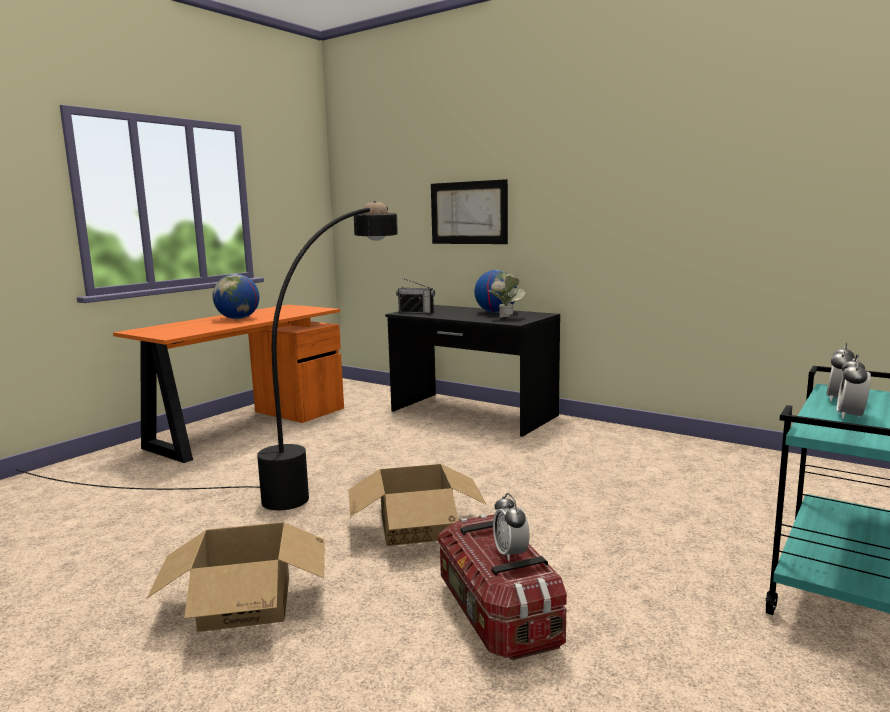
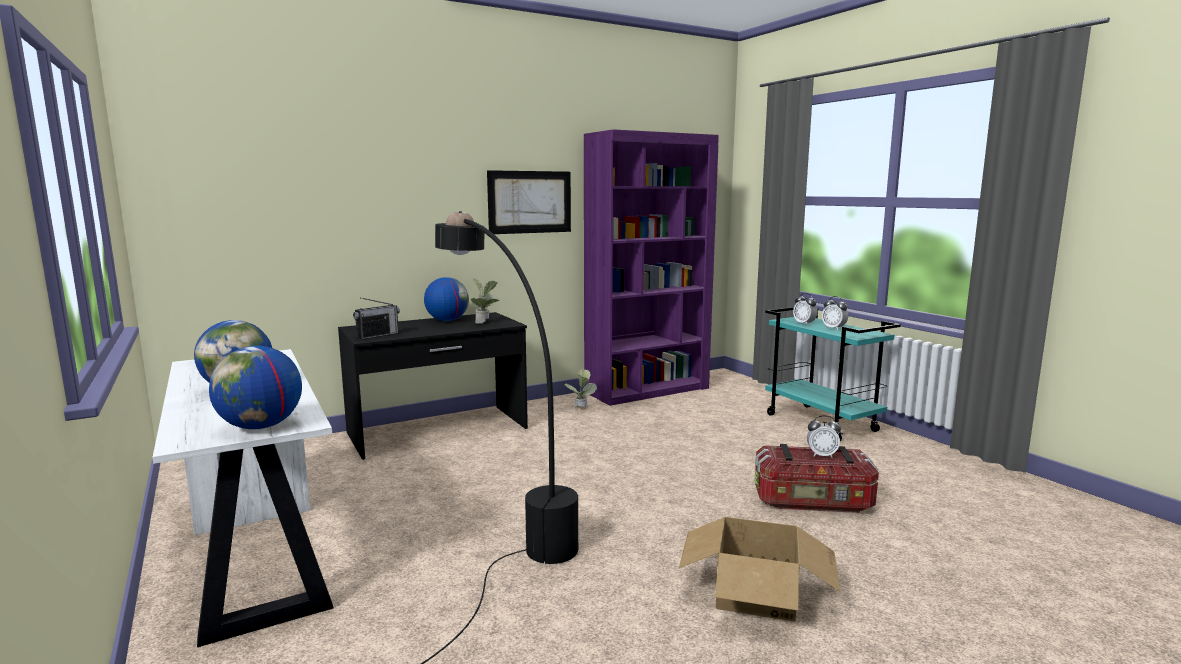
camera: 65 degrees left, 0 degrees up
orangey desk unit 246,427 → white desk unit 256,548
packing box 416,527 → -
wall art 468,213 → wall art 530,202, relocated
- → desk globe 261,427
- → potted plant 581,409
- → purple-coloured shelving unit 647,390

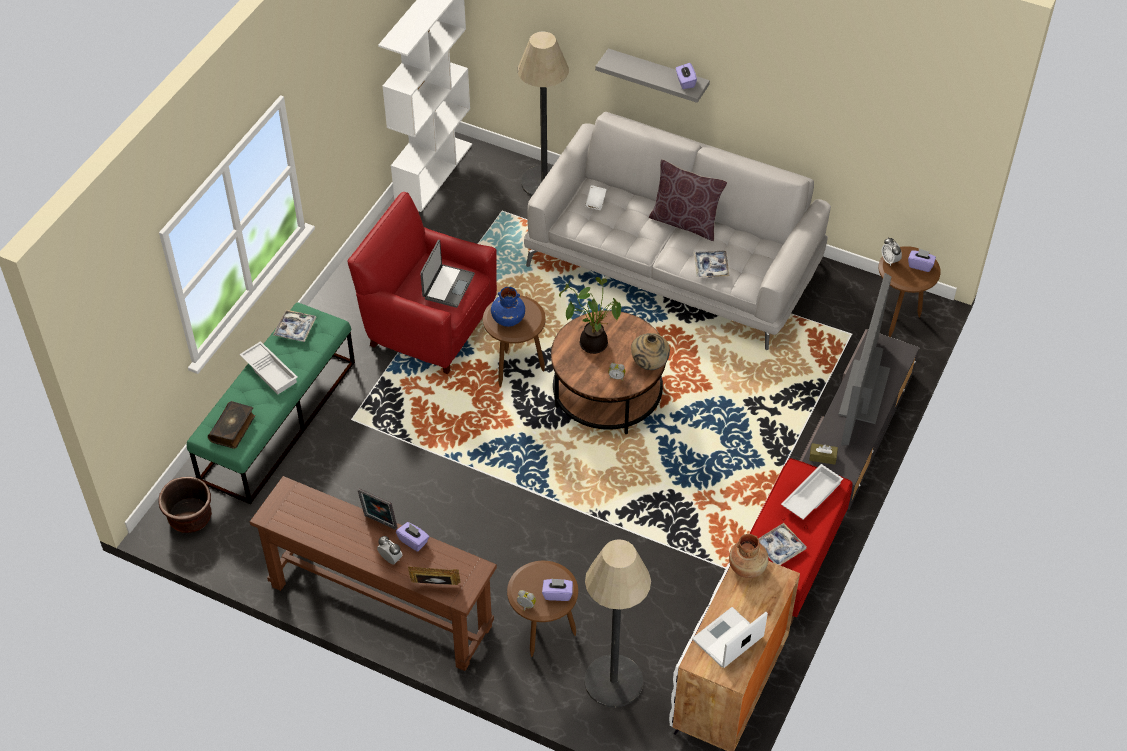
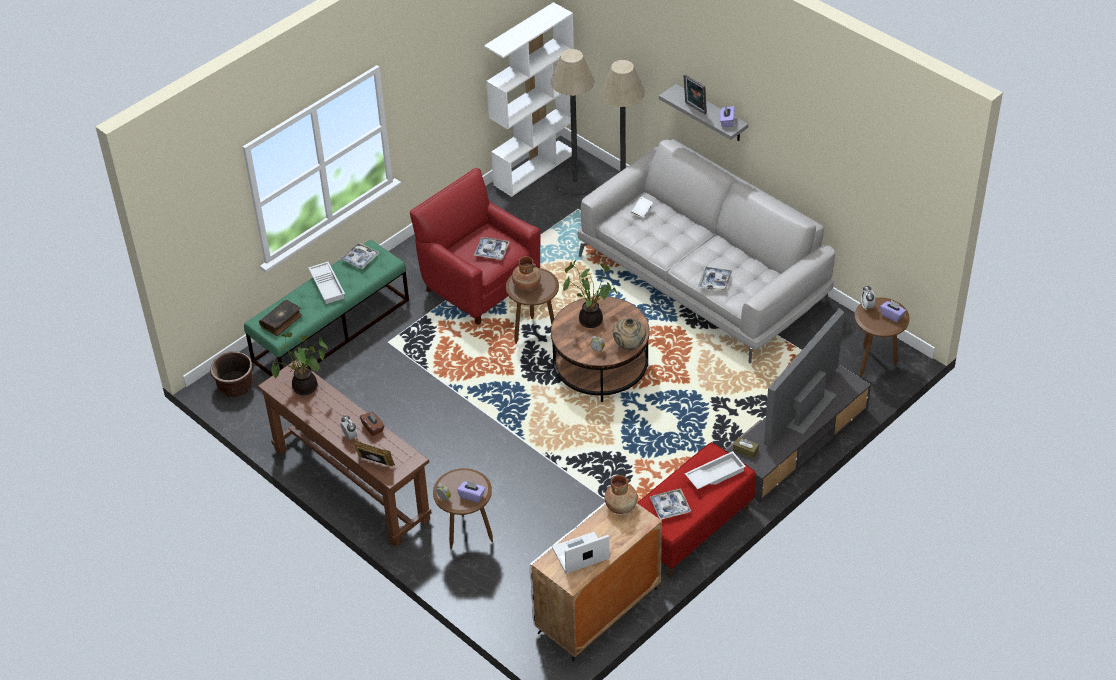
camera: 20 degrees right, 5 degrees down
photo frame 379,523 → photo frame 694,109, relocated
purple-coloured tissue holder 413,541 → brown tissue holder 373,428
laptop 447,286 → carrying tray 492,251
blue-coloured flower vase 508,319 → brown flower vase 526,285
standing lamp 613,681 → standing lamp 575,182, relocated
brown pillow 685,222 → -
- → potted plant 304,389

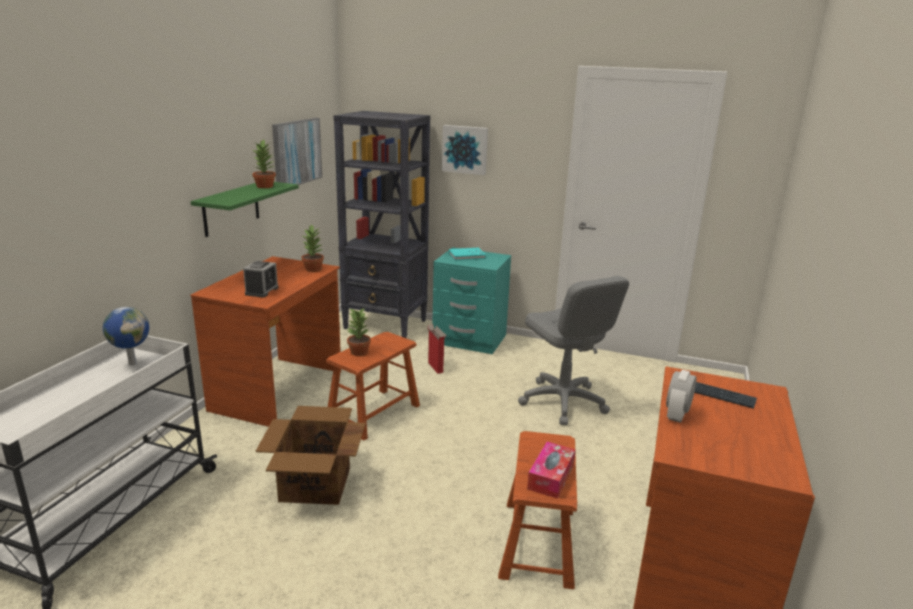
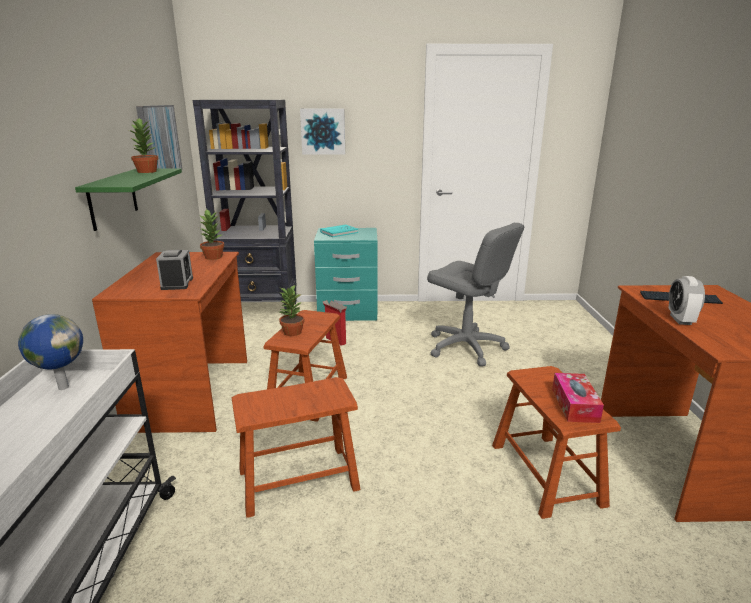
camera: 20 degrees left, 0 degrees up
packing box 314,485 → brown stool seat 298,479

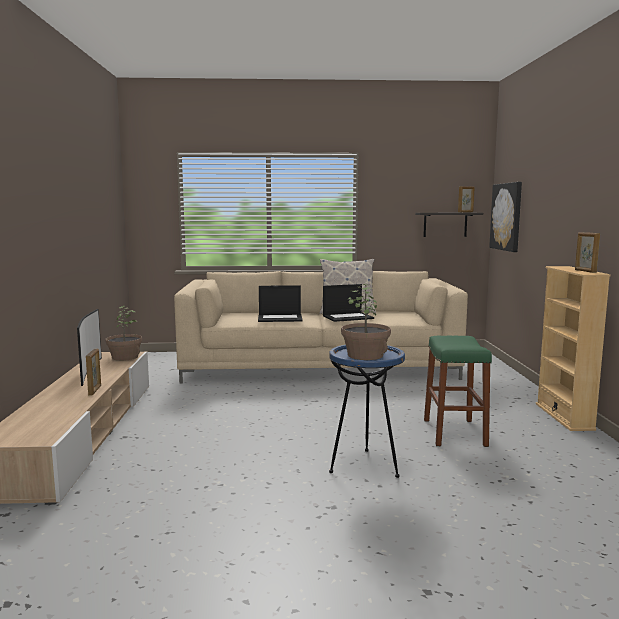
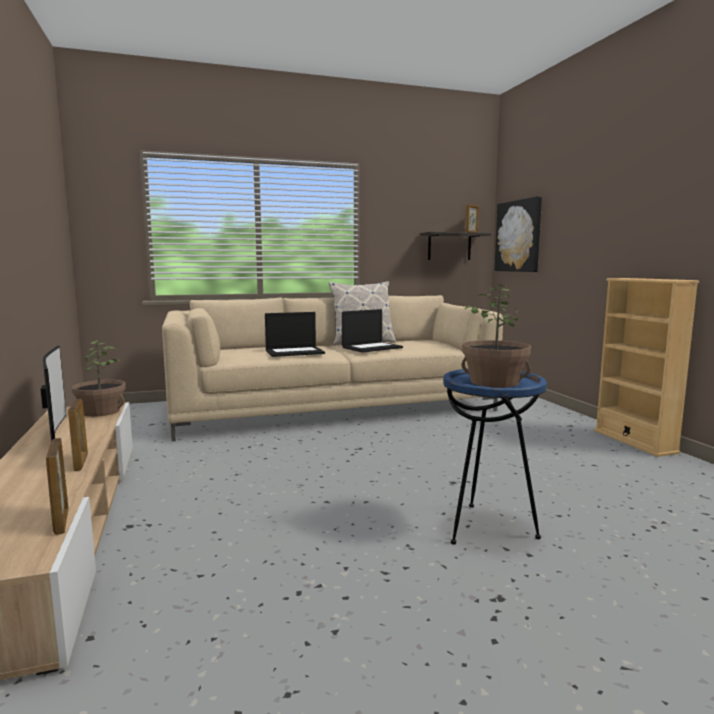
camera: 15 degrees left, 0 degrees up
green stool seat 454,432 → -
photo frame 585,271 → photo frame 61,521, relocated

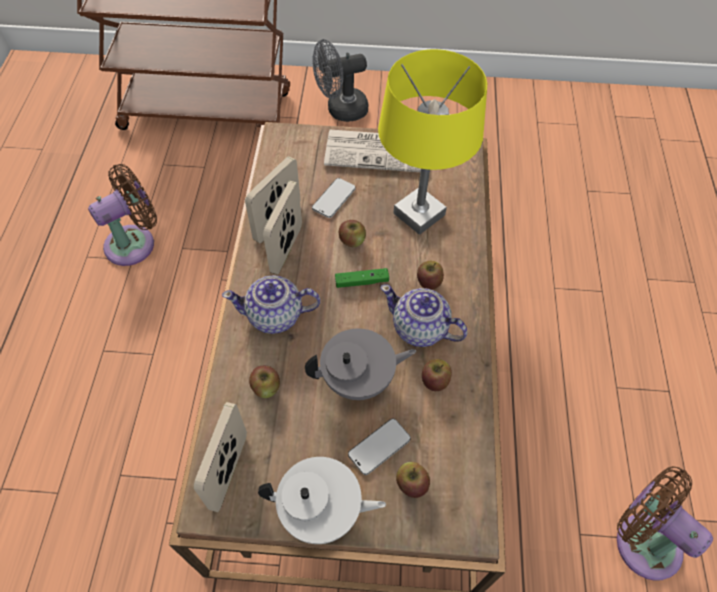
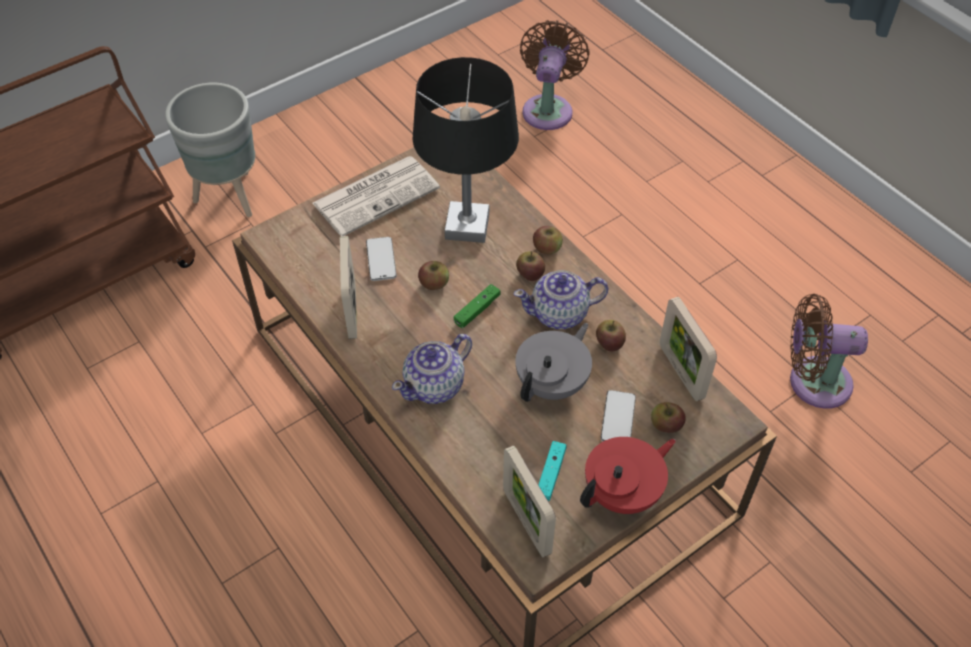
camera: 40 degrees left, 5 degrees down
brown cooling fan 135,243 → brown cooling fan 548,108, relocated
apple 266,387 → apple 547,248, relocated
white tea pot 321,511 → red-coloured tea pot 623,493
photo frame 286,249 → photo frame 681,372, relocated
grey cooling fan 341,110 → grey flower pot 231,196
yellowish lamp for a table 419,214 → blackish lamp for a table 467,226
- → turquoise gamepad 550,474

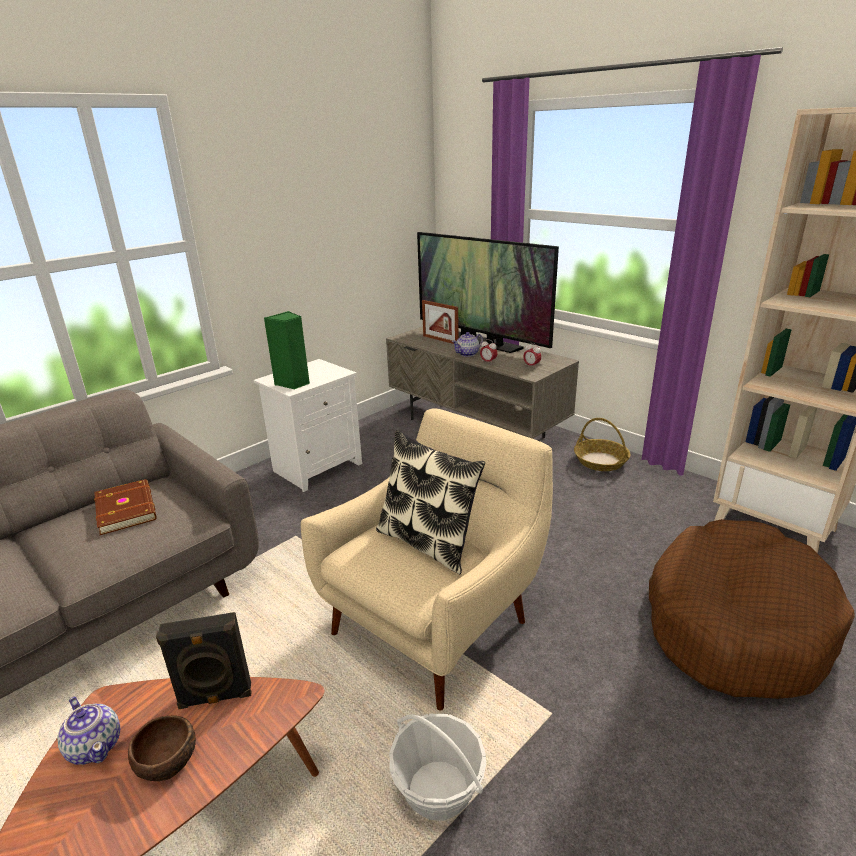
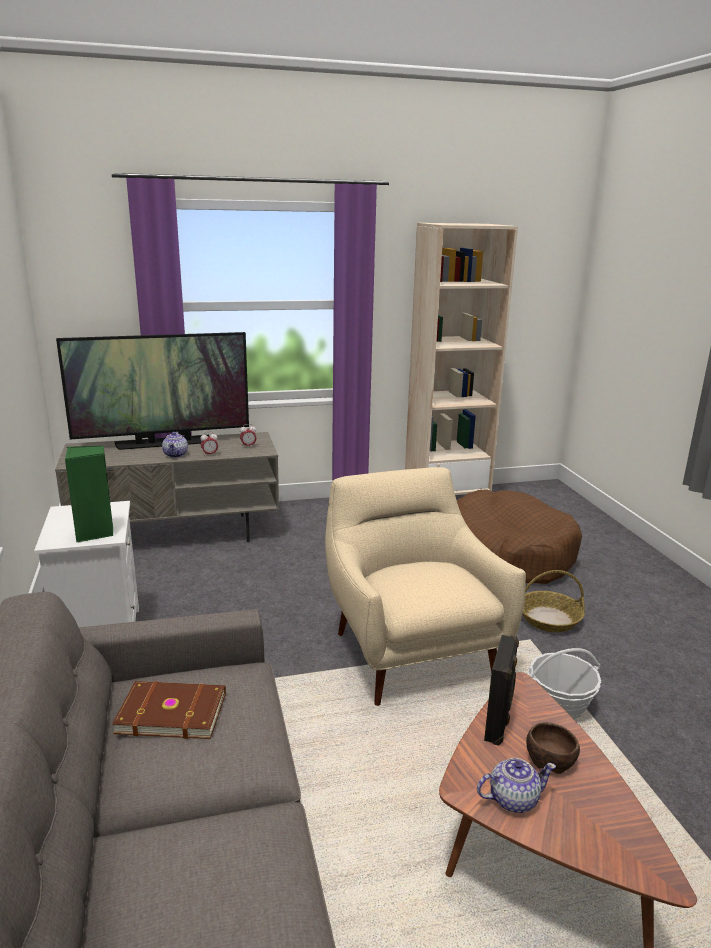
camera: 60 degrees left, 5 degrees down
pillow 428,542 → -
photo frame 440,340 → -
household basket 600,461 → household basket 548,619, relocated

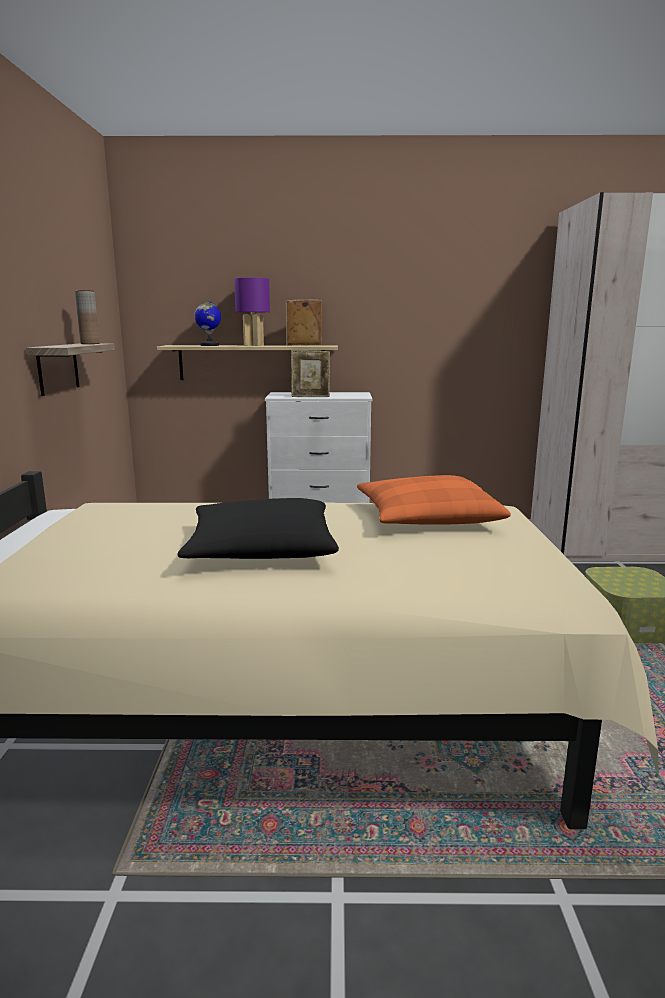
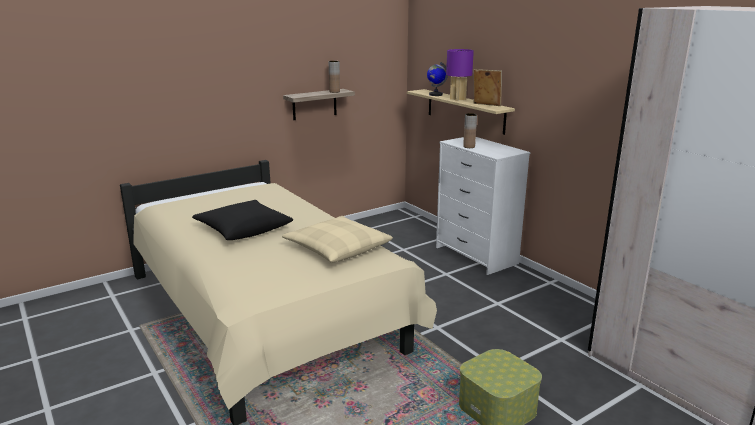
camera: 55 degrees right, 5 degrees up
photo frame 310,396 → brown flower vase 469,147
orangey pillow 426,517 → sand-coloured pillow 337,248

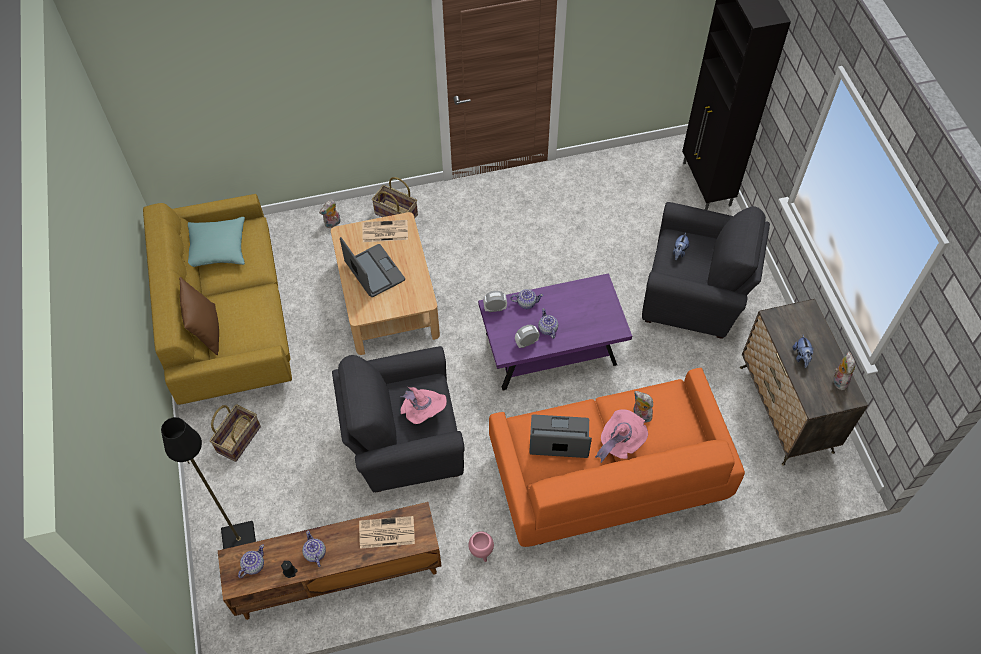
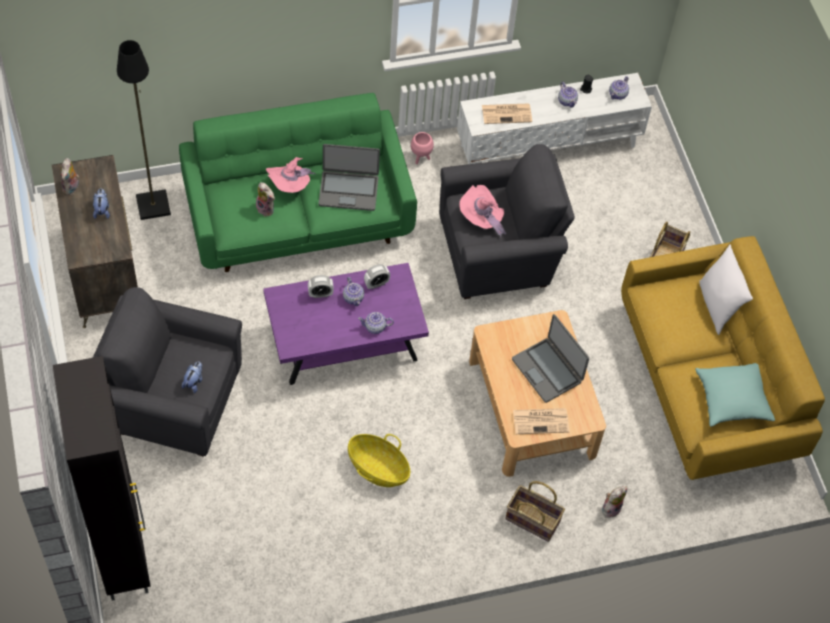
camera: 175 degrees right, 0 degrees up
blackish standing lamp 238,540 → blackish standing lamp 153,205, relocated
brown pillow 207,331 → white pillow 717,306
brown media console 337,576 → white media console 548,145
alarm clock 495,308 → alarm clock 320,294, relocated
orangey couch 607,476 → green couch 298,217
- → household basket 378,468

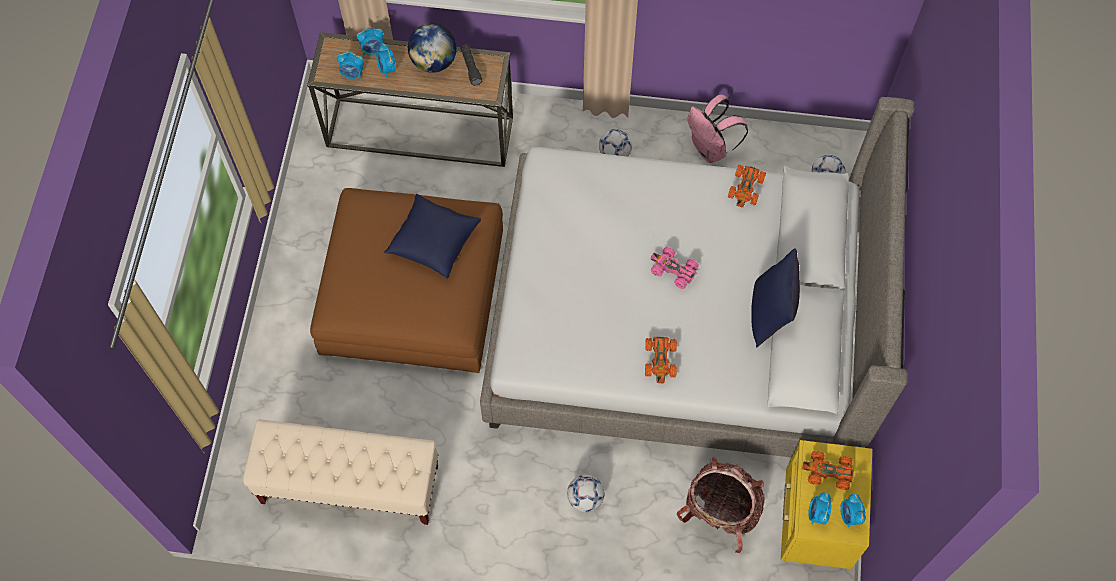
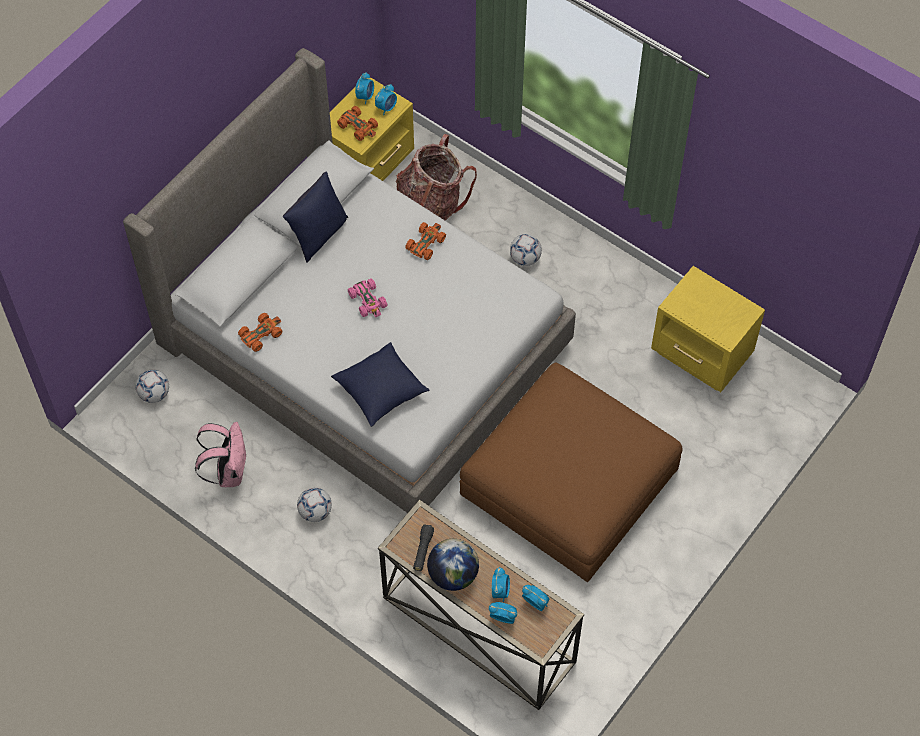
camera: 150 degrees left, 5 degrees down
sand-coloured long seat 349,484 → yellowish nightstand 701,356
blue-coloured pillow 433,242 → blue-coloured pillow 381,391, relocated

